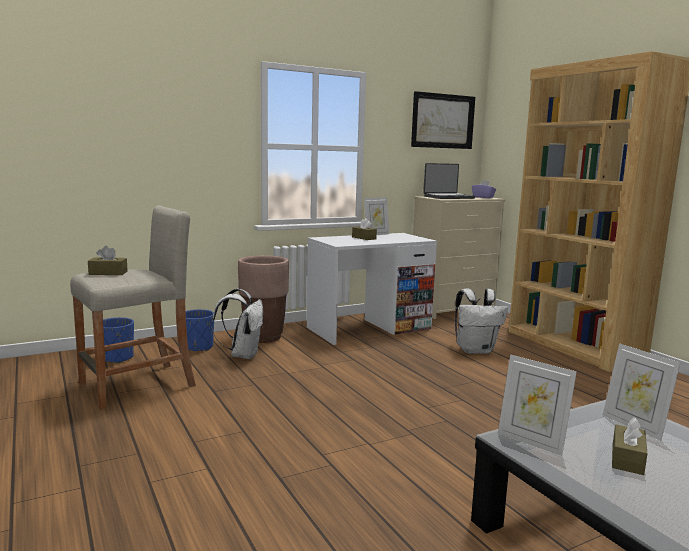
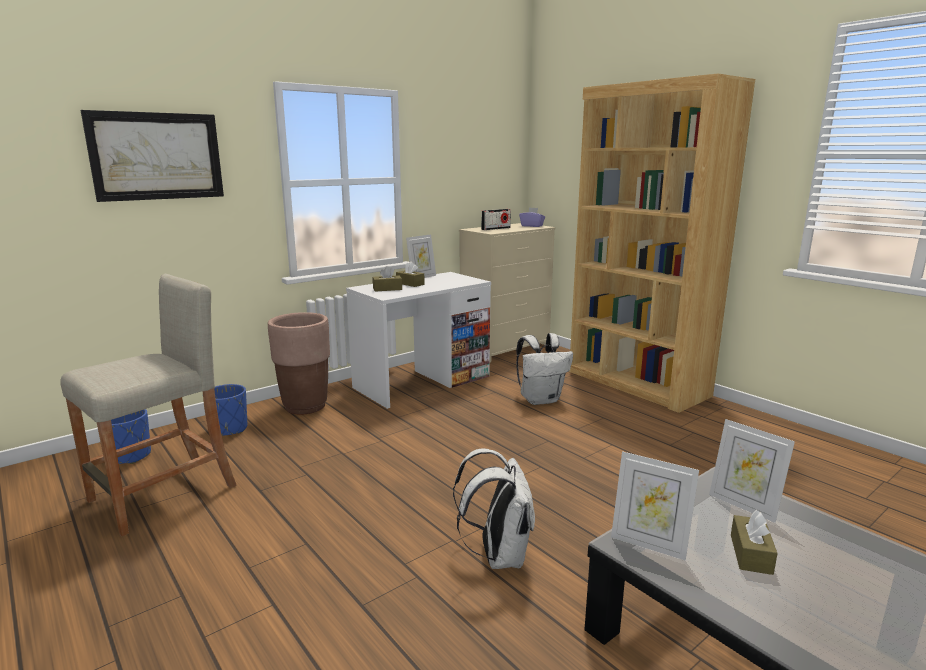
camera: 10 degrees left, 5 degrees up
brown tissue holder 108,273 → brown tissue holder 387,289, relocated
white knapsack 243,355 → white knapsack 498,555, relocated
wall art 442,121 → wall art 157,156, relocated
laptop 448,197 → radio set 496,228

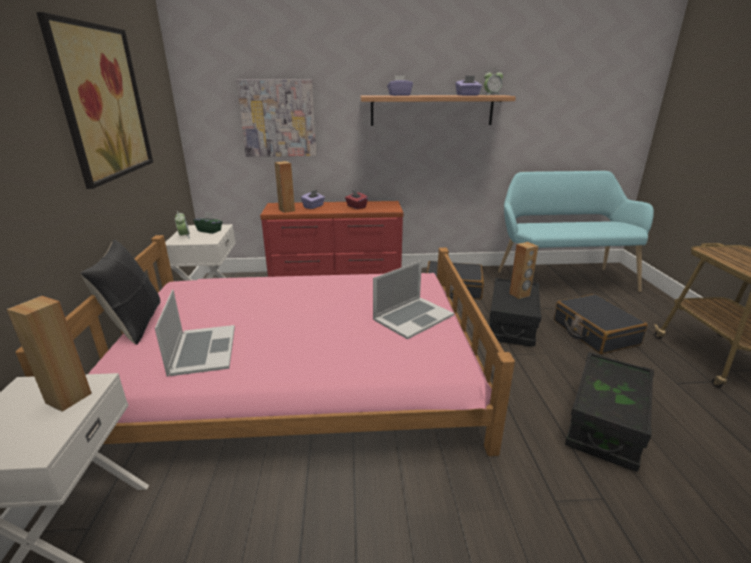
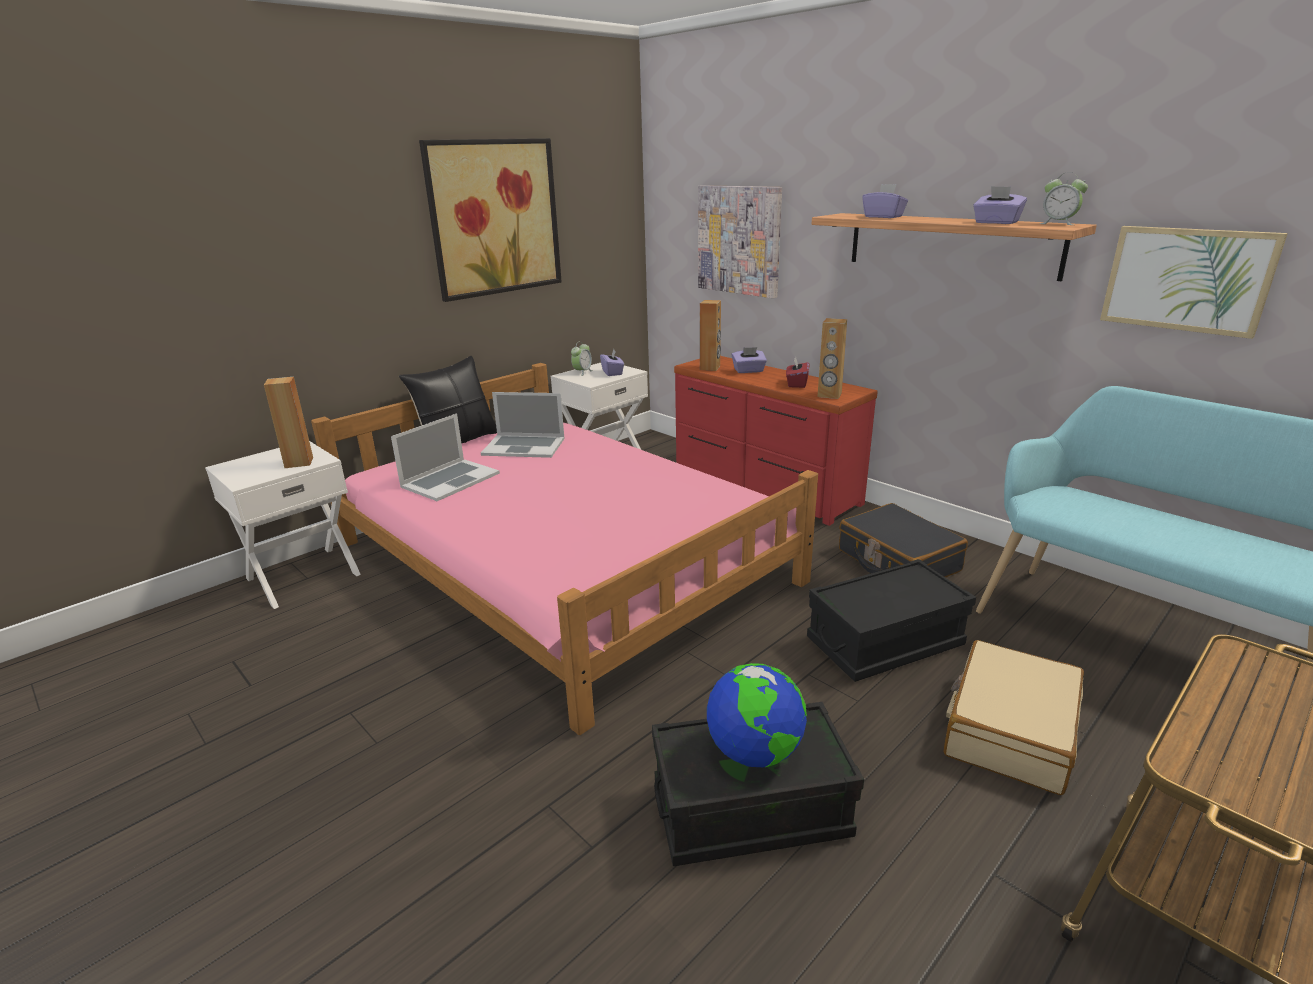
camera: 50 degrees right, 0 degrees up
green tissue holder 209,231 → purple-coloured tissue holder 612,372
laptop 413,317 → laptop 524,446, relocated
brown audio speaker 519,295 → brown audio speaker 829,395, relocated
blackish suitcase 594,332 → sand-coloured suitcase 1009,730
- → desk globe 754,752
- → wall art 1186,279

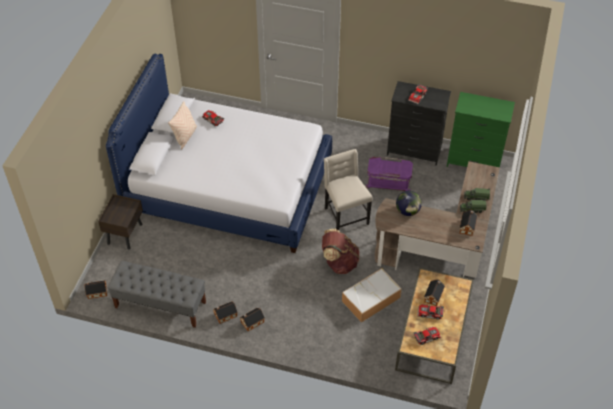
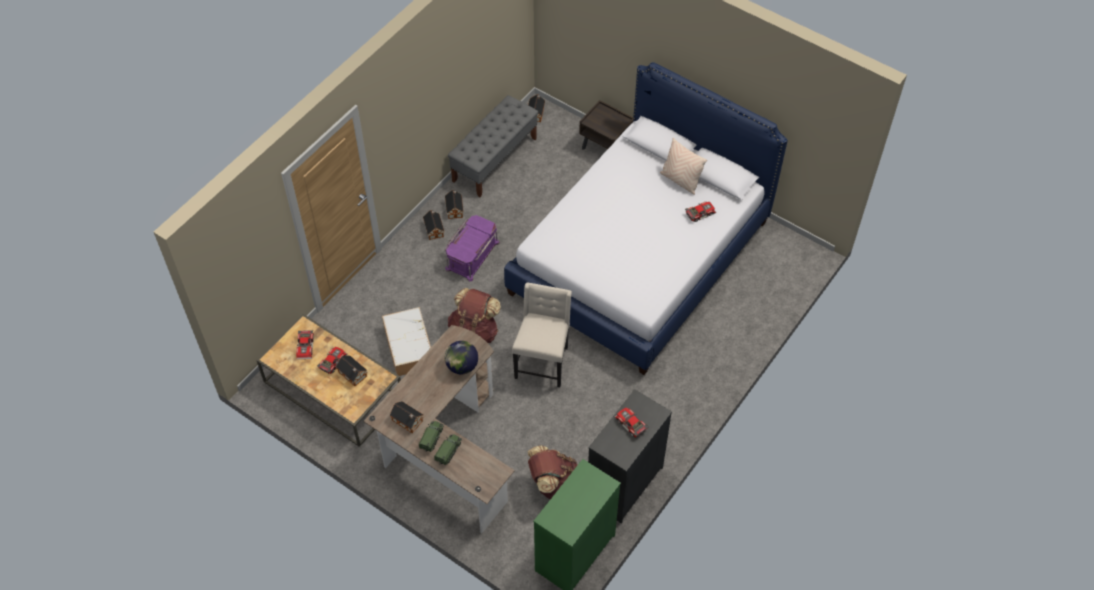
camera: 110 degrees right, 5 degrees up
sand-coloured chair 345,216 → sand-coloured chair 542,362, 75 degrees counterclockwise
purple-coloured storage bin 388,182 → purple-coloured storage bin 472,255, relocated
- → brown knapsack 553,485

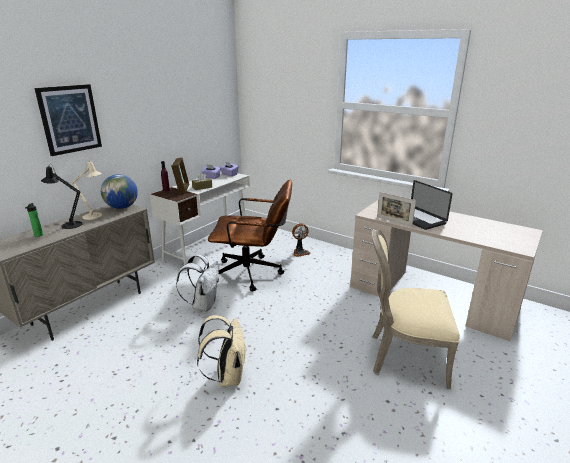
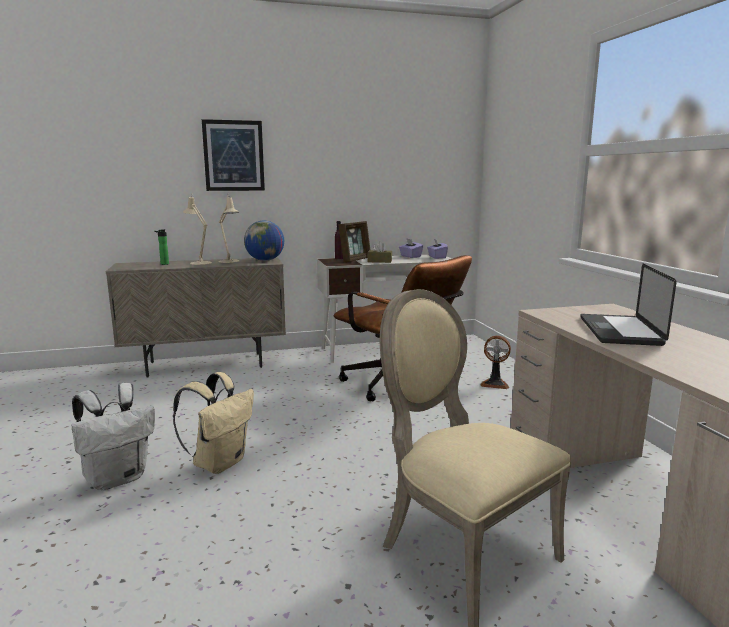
camera: 40 degrees right, 10 degrees down
blackish lamp for a table 69,225 → sand-coloured lamp for a table 199,262
white knapsack 203,304 → white knapsack 118,478, relocated
photo frame 394,221 → -

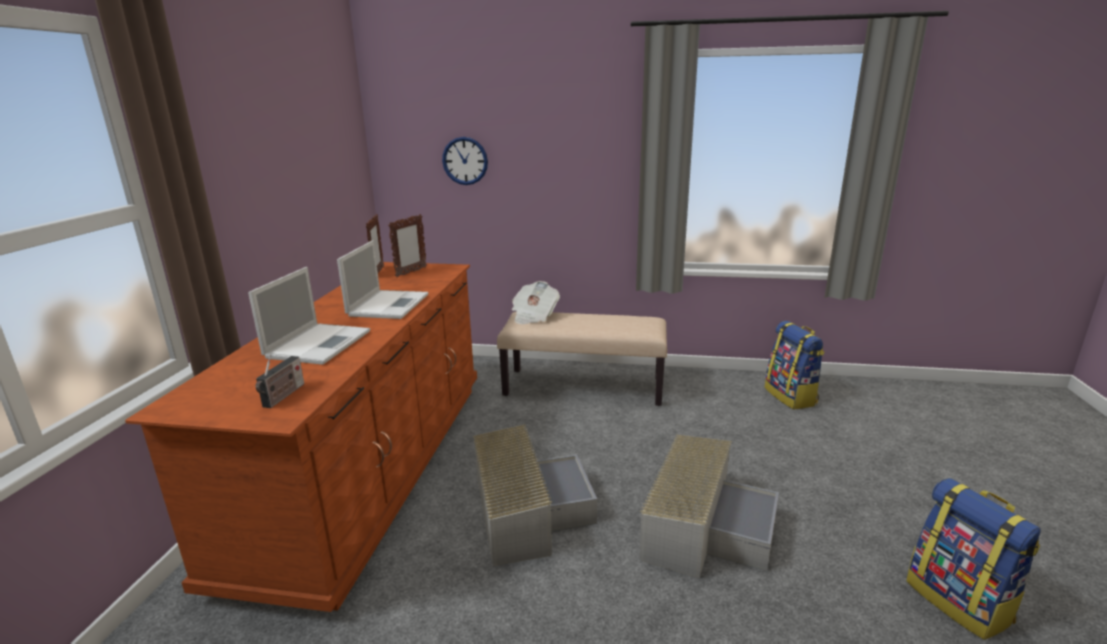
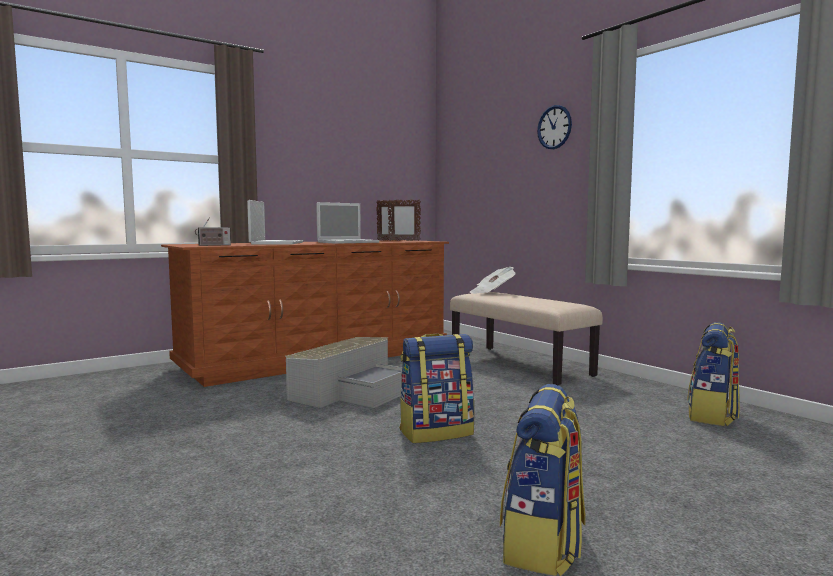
camera: 45 degrees right, 15 degrees down
laptop 319,343 → laptop 277,243, 60 degrees counterclockwise
wall clock 465,161 → wall clock 554,127, relocated
grey storage bin 703,525 → knapsack 436,432

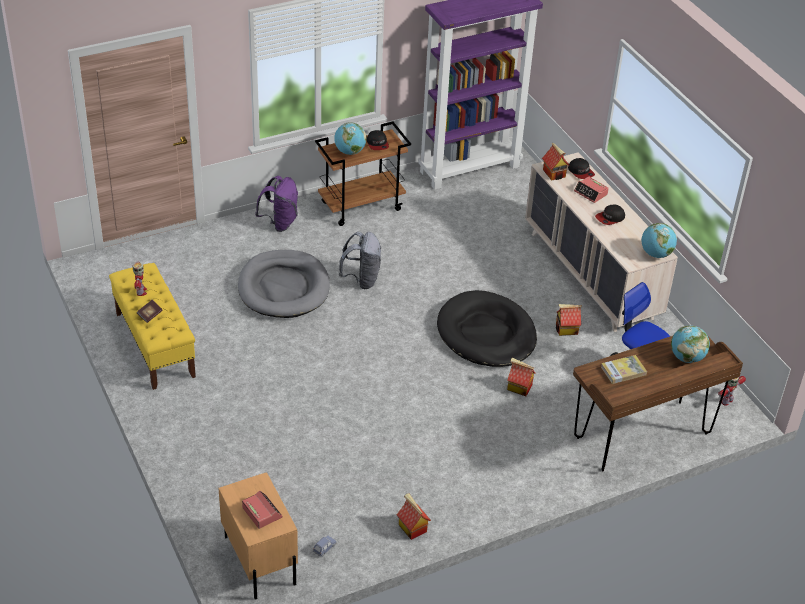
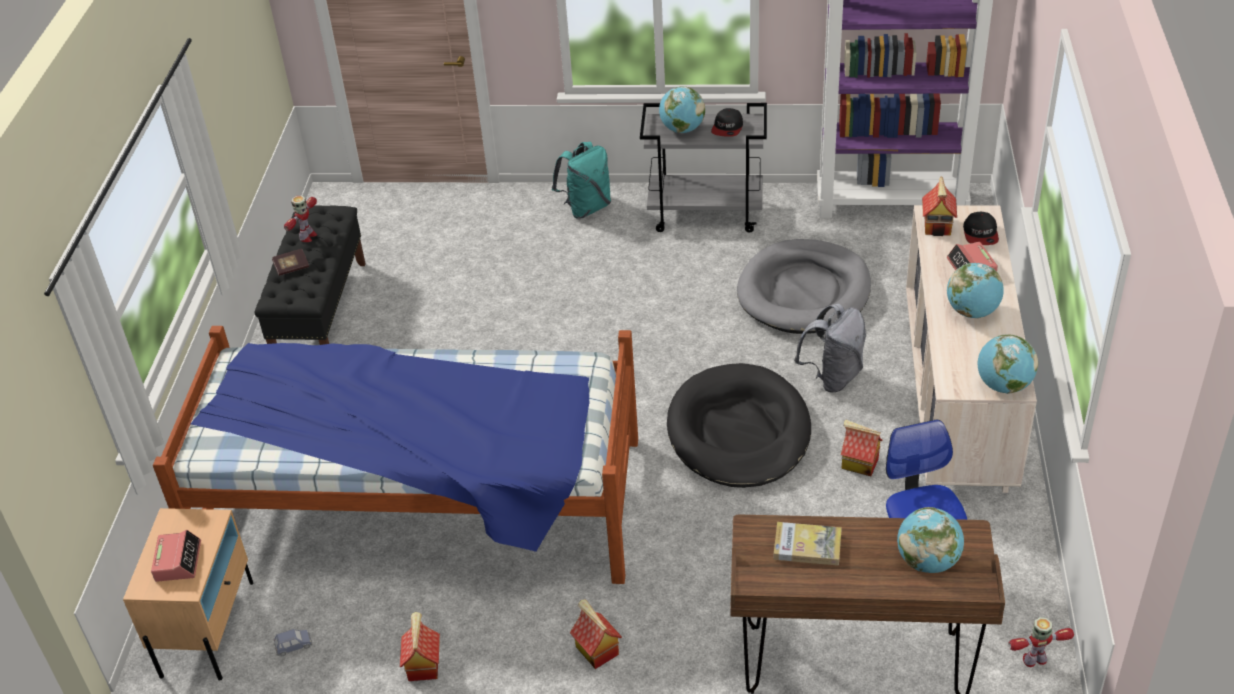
camera: 35 degrees right, 0 degrees up
yellowish long seat 154,344 → blackish long seat 321,312
grey dog bed 283,287 → grey dog bed 804,292, relocated
purple-coloured knapsack 280,223 → turquoise knapsack 586,208
brown cart 362,206 → grey cart 706,214
grey knapsack 361,280 → grey knapsack 833,377, relocated
model house 519,387 → model house 596,650, relocated
baseball cap 610,218 → desk globe 972,312
- → sleeping bed 423,505

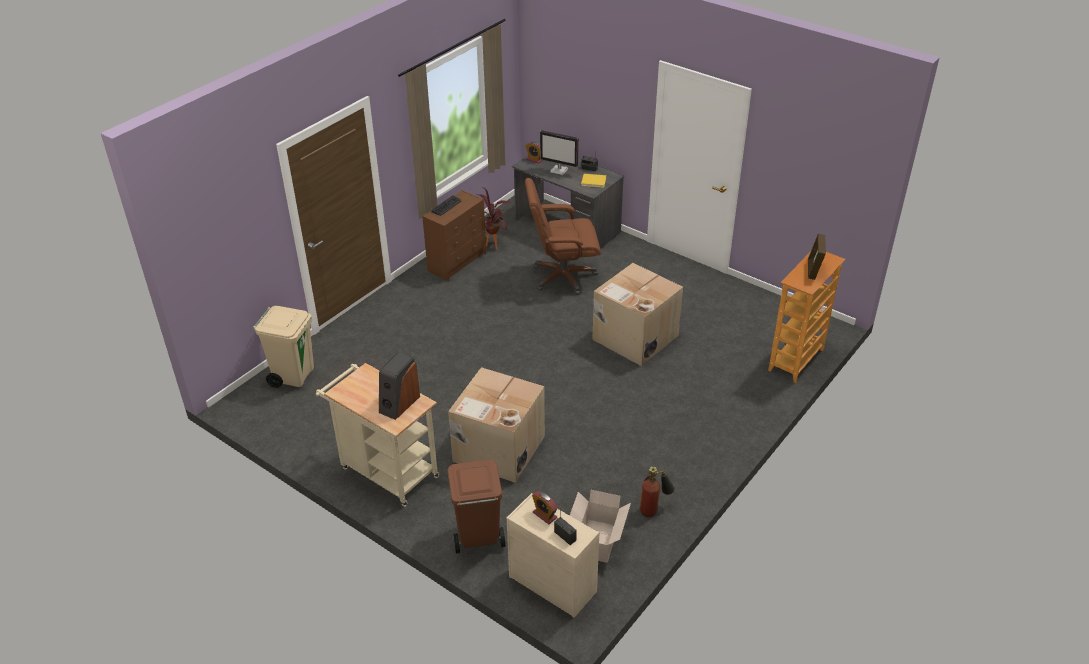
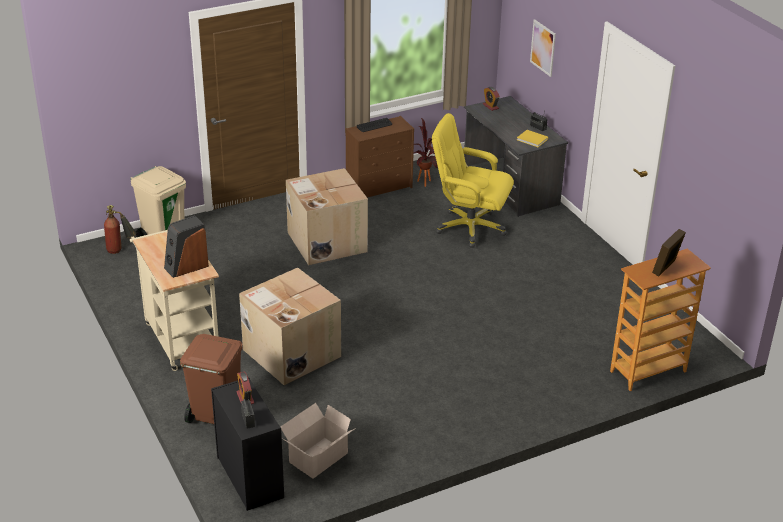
camera: 25 degrees right, 5 degrees down
sand-coloured dresser 551,583 → blackish dresser 249,476
brown desk chair 562,277 → yellowish desk chair 469,228
computer screen 559,170 → -
packing box 634,337 → packing box 325,241, relocated
fire-fighting cylinder 654,508 → fire-fighting cylinder 120,250, relocated
- → wall art 543,48

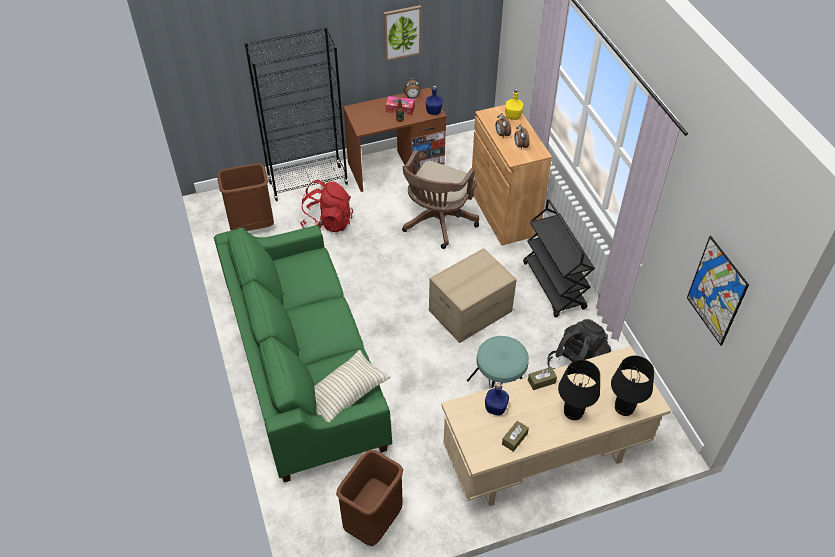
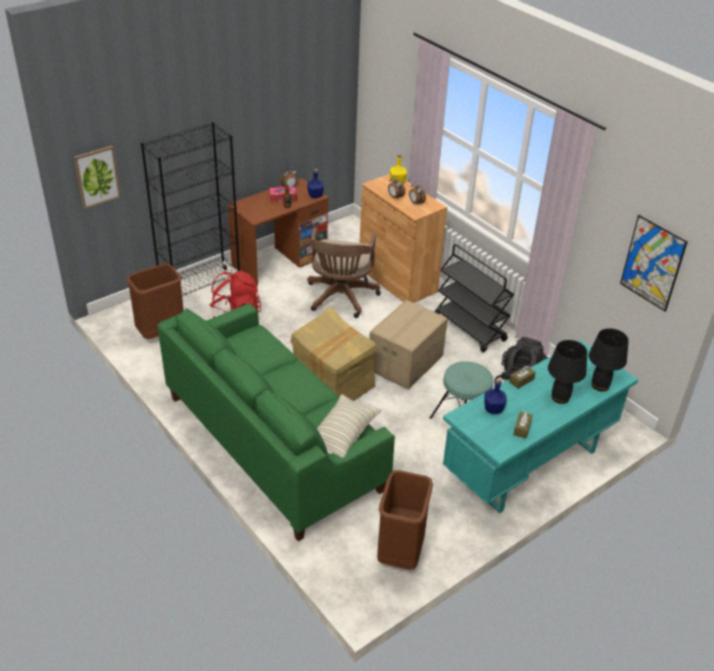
camera: 20 degrees left, 10 degrees down
wall art 402,32 → wall art 97,176, relocated
sand-coloured desk unit 543,460 → turquoise desk unit 528,465
- → packing box 332,384

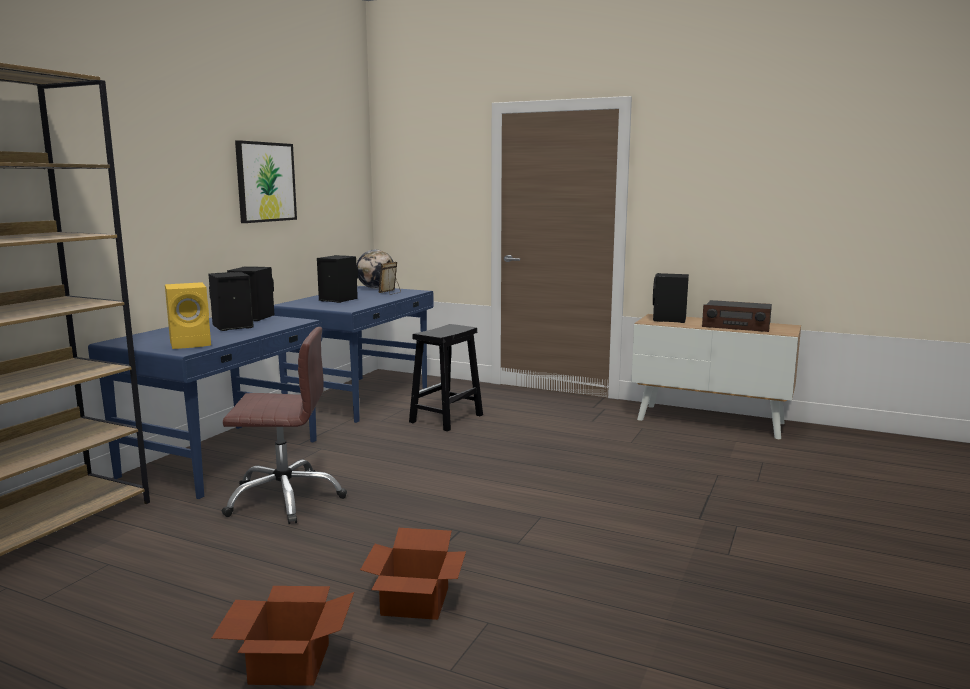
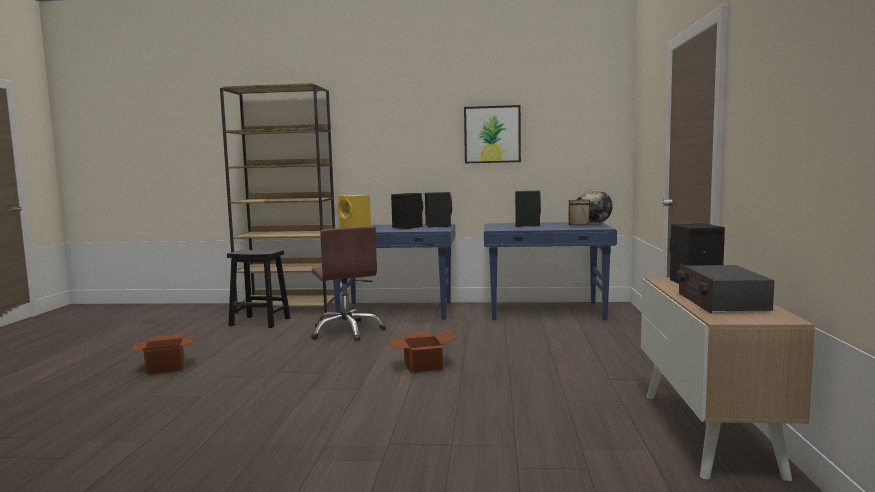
camera: 70 degrees right, 5 degrees down
packing box 413,602 → packing box 421,365, relocated
blackish stool seat 446,419 → blackish stool seat 259,322, relocated

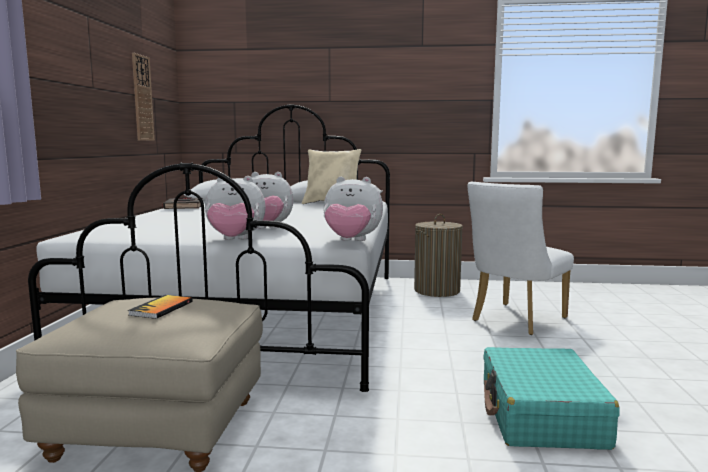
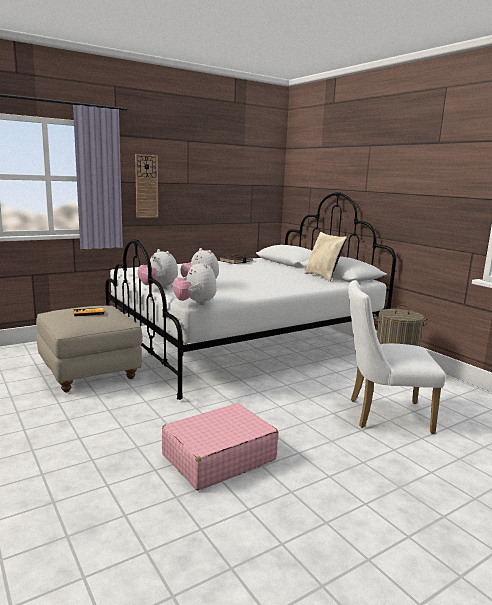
camera: 50 degrees right, 5 degrees up
wall clock 142,98 → wall clock 146,186, relocated
turquoise suitcase 541,415 → pinkish suitcase 218,457

